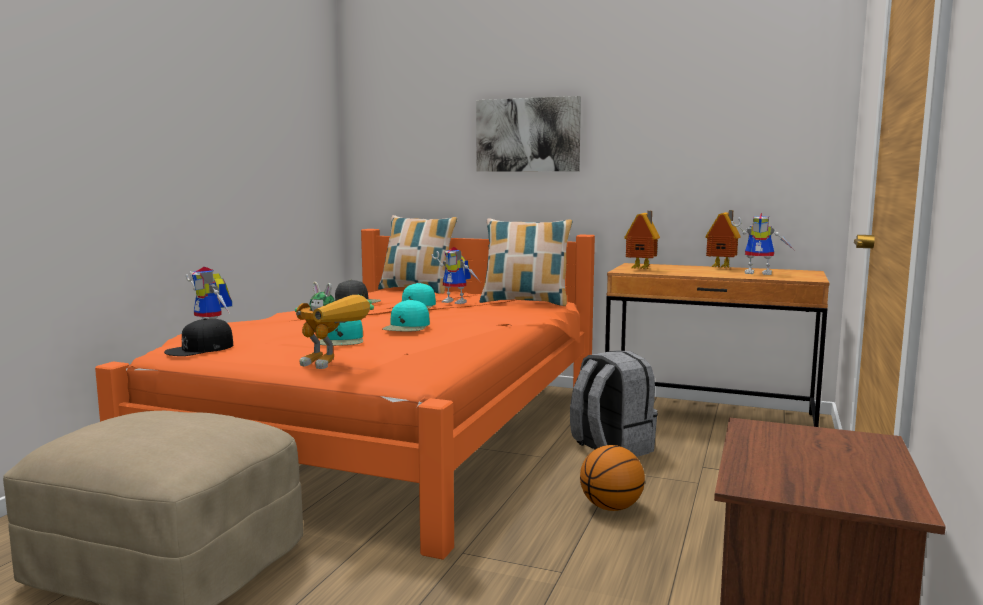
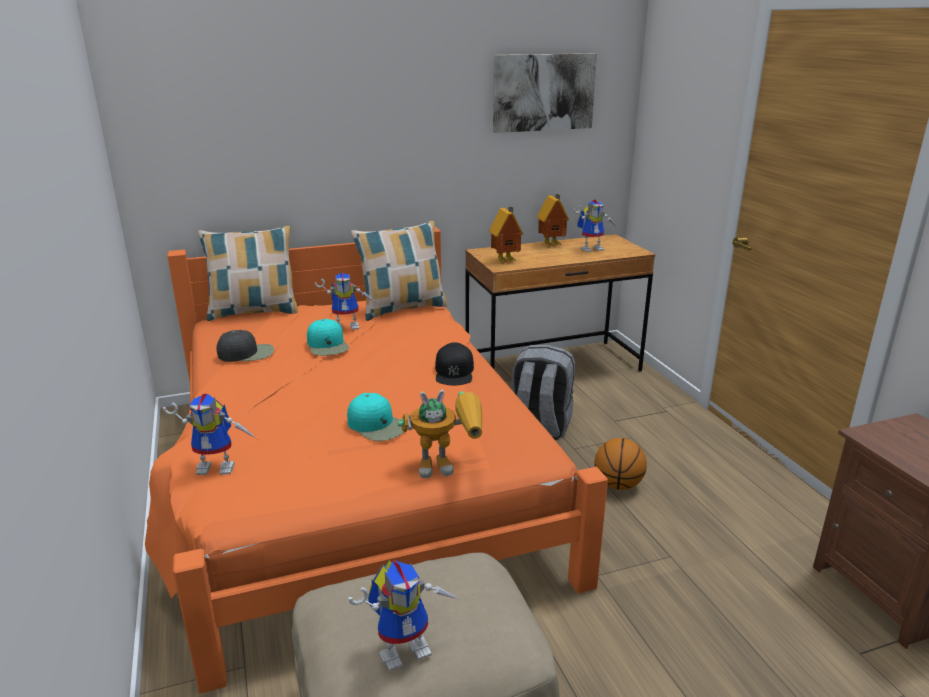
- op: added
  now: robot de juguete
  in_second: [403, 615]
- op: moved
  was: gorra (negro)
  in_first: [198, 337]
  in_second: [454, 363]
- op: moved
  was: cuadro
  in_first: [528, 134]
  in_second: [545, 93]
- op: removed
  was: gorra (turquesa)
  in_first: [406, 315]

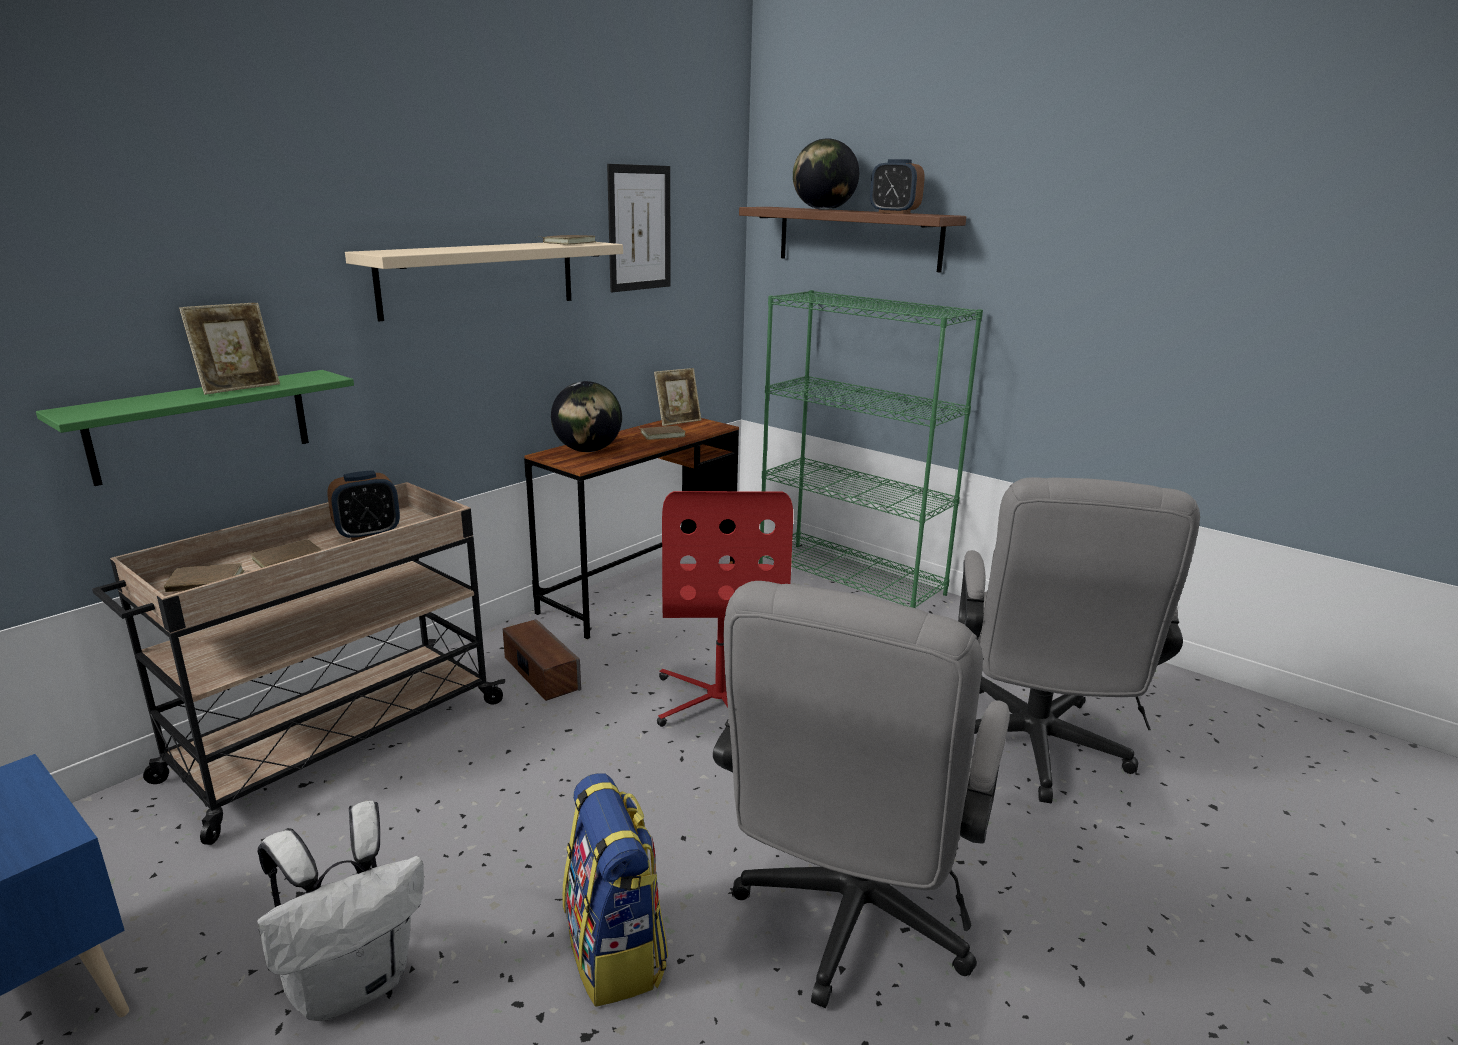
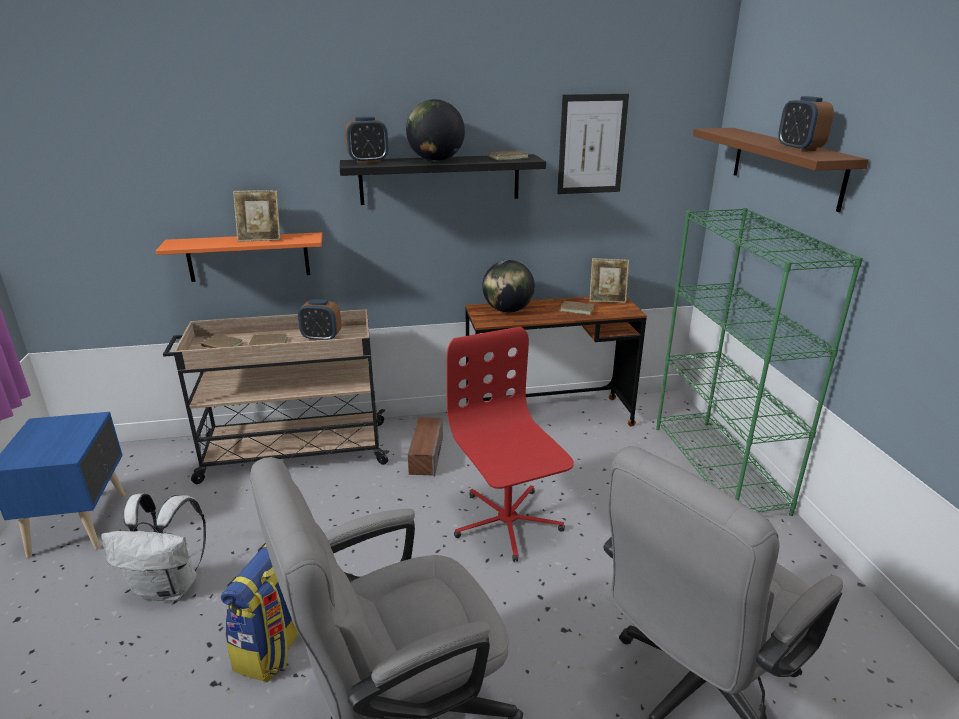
- op: recoloured
  was: estante (verde)
  now: estante (naranja)
  in_first: [195, 428]
  in_second: [239, 257]
- op: recoloured
  was: estante (beis)
  now: estante (negro)
  in_first: [484, 281]
  in_second: [443, 179]
- op: added
  now: despertador
  in_second: [367, 140]
- op: moved
  was: globo terráqueo
  in_first: [826, 174]
  in_second: [435, 130]
- op: turned
  was: silla de oficina (rojo)
  in_first: [725, 609]
  in_second: [510, 444]
  clockwise: 120

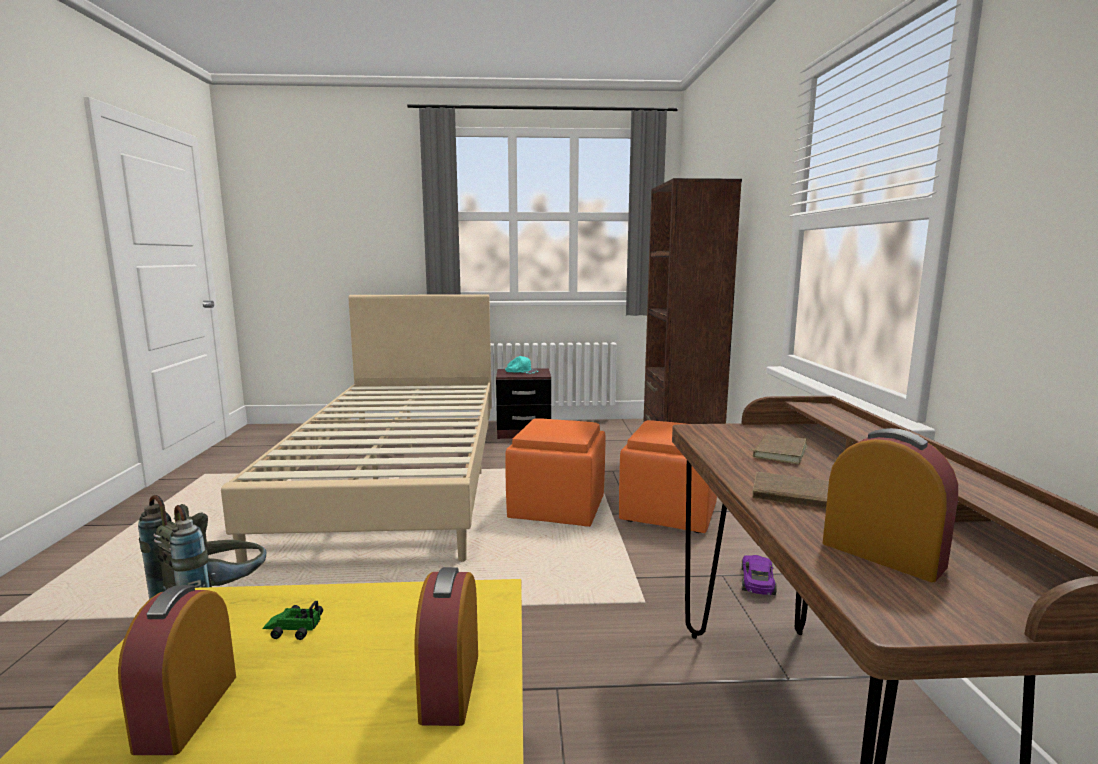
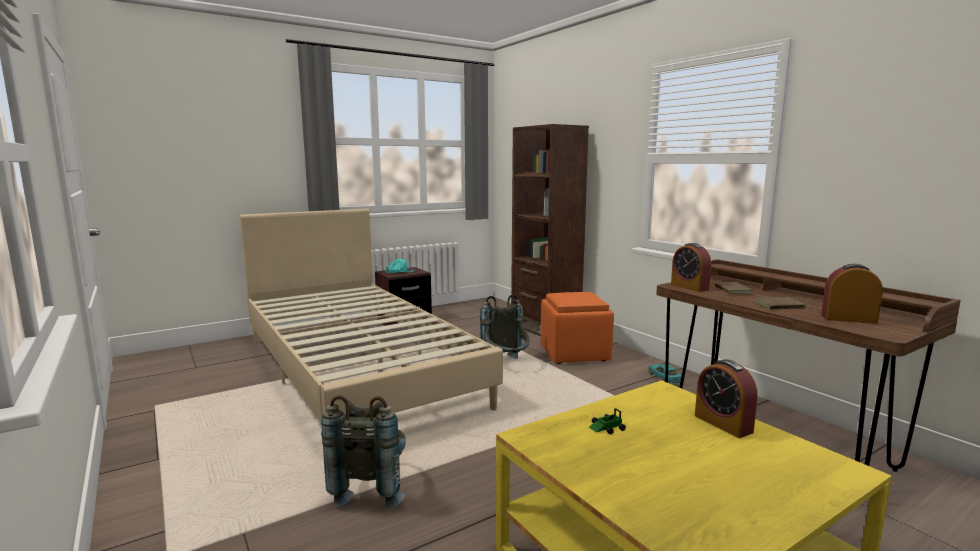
- op: replaced
  was: puf (naranja)
  now: mochila (gris)
  in_first: [555, 472]
  in_second: [504, 326]
- op: recoloured
  was: coche de juguete (morado)
  now: coche de juguete (turquesa)
  in_first: [759, 575]
  in_second: [664, 373]
- op: moved
  was: despertador
  in_first: [177, 670]
  in_second: [691, 267]

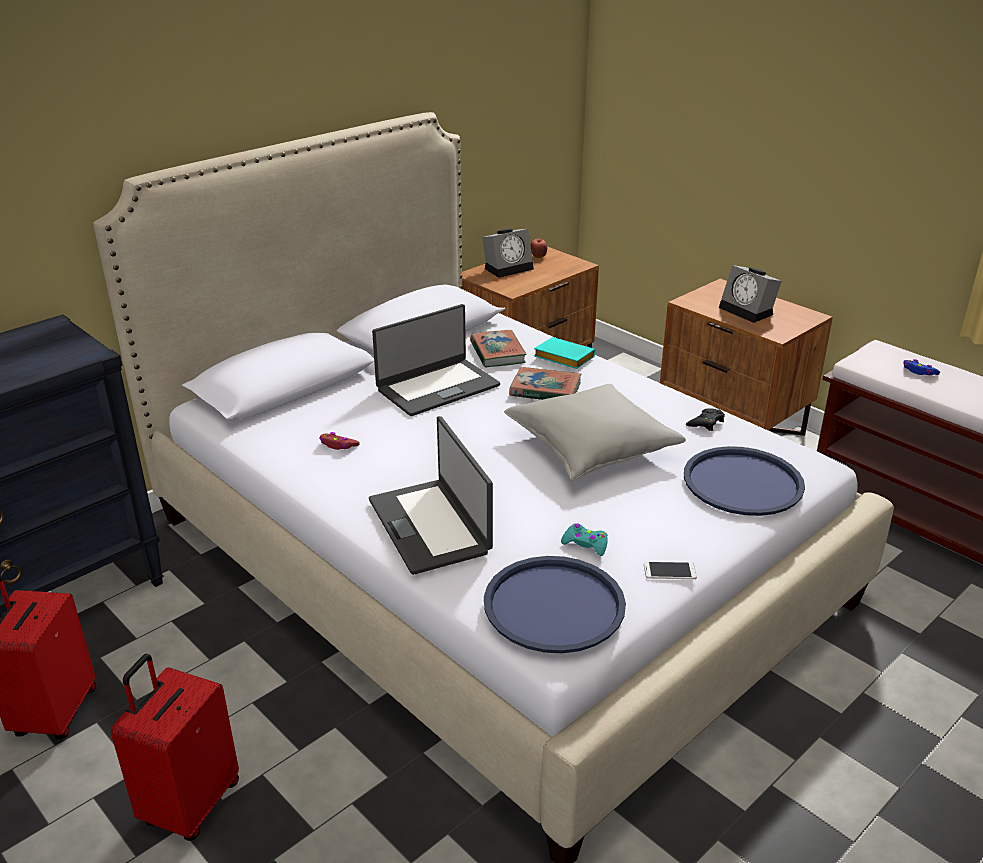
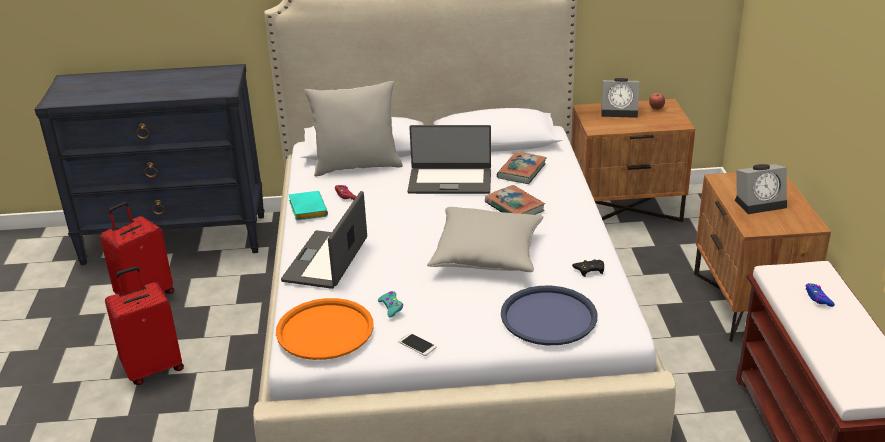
- op: recoloured
  was: bandeja (azul)
  now: bandeja (naranja)
  in_first: [555, 604]
  in_second: [325, 329]
- op: moved
  was: libro (turquesa)
  in_first: [564, 353]
  in_second: [308, 206]
- op: added
  now: cojín (gris)
  in_second: [354, 128]
- op: turned
  was: despertador
  in_first: [750, 294]
  in_second: [761, 189]
  clockwise: -105

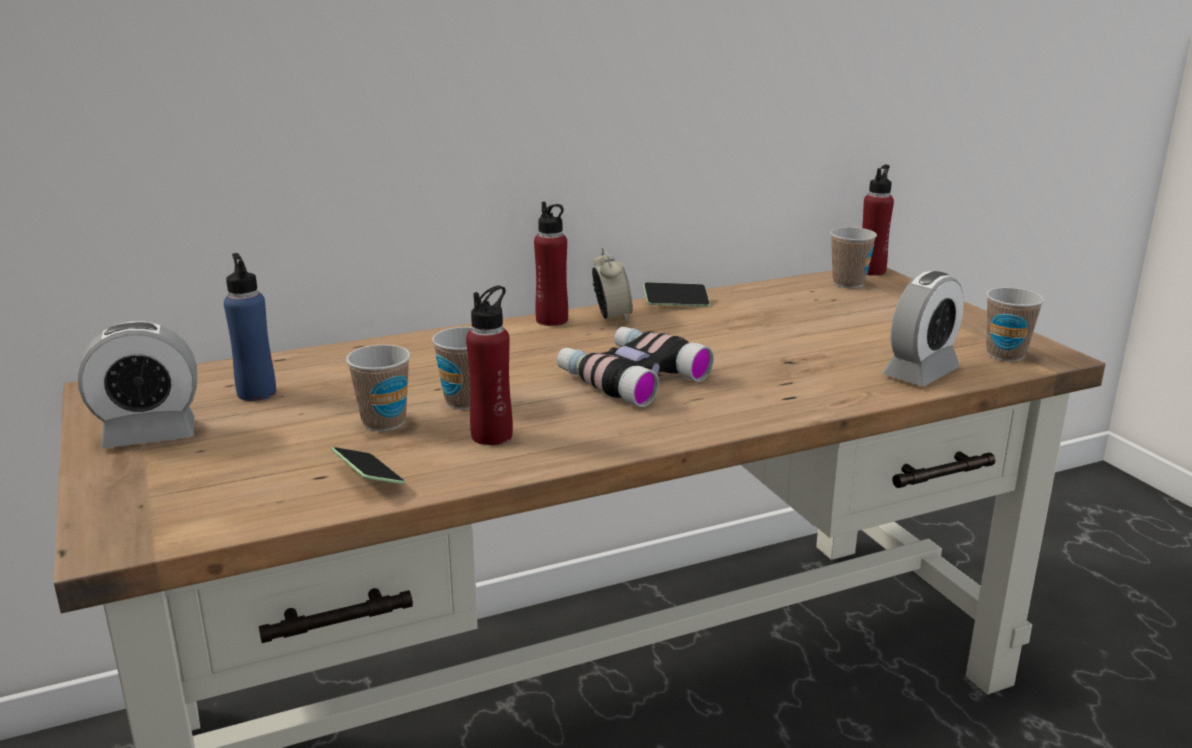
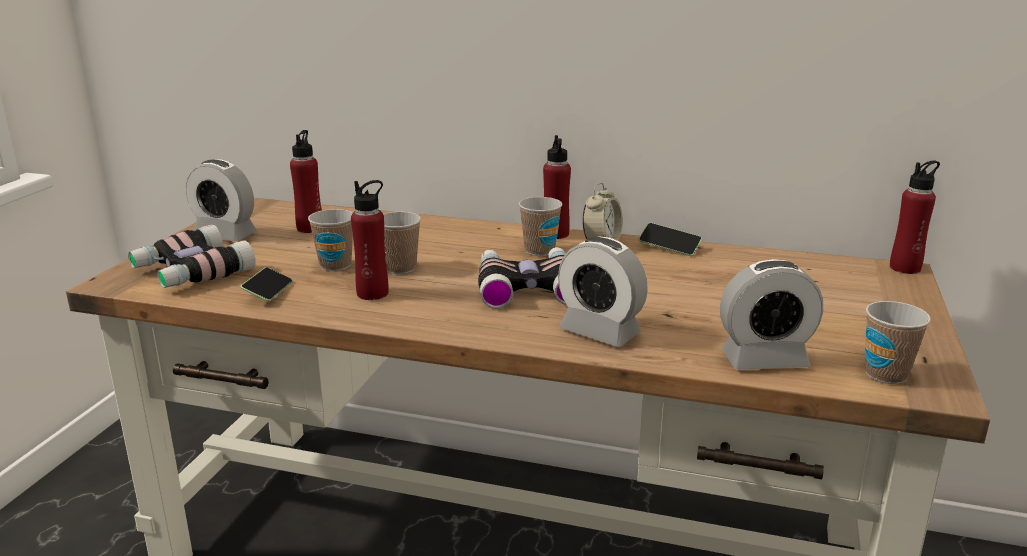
- op: added
  now: prismáticos
  in_second: [192, 256]
- op: recoloured
  was: botella (azul)
  now: botella (rojo)
  in_first: [250, 327]
  in_second: [306, 181]
- op: moved
  was: taza
  in_first: [853, 257]
  in_second: [540, 226]
- op: added
  now: despertador
  in_second: [603, 292]

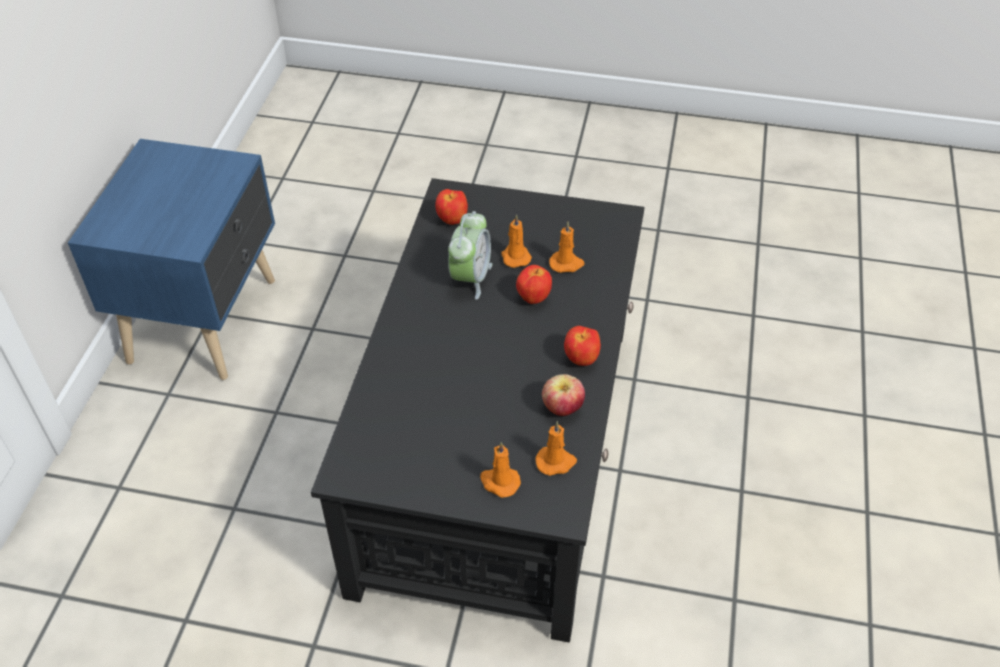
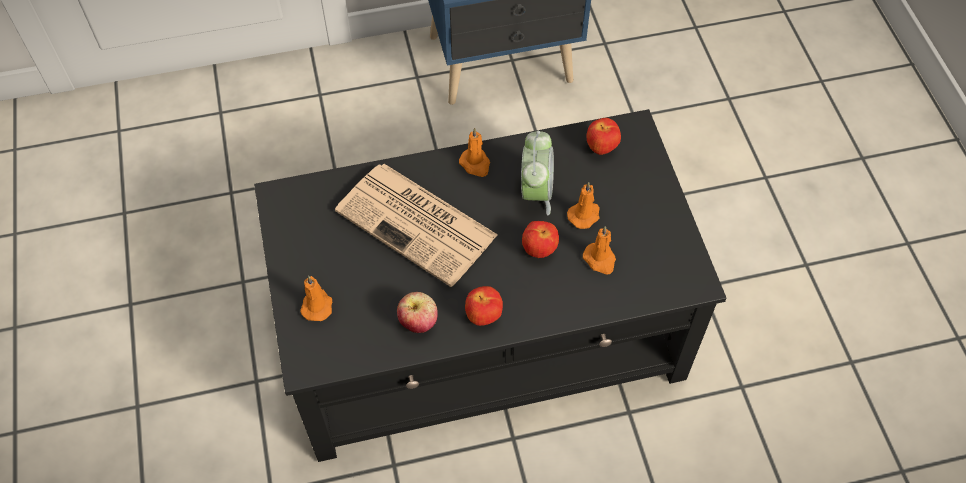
- op: added
  now: periódico
  in_second: [416, 225]
- op: moved
  was: vela (naranja)
  in_first: [556, 448]
  in_second: [474, 152]
- op: turned
  was: despertador
  in_first: [470, 255]
  in_second: [537, 173]
  clockwise: -75

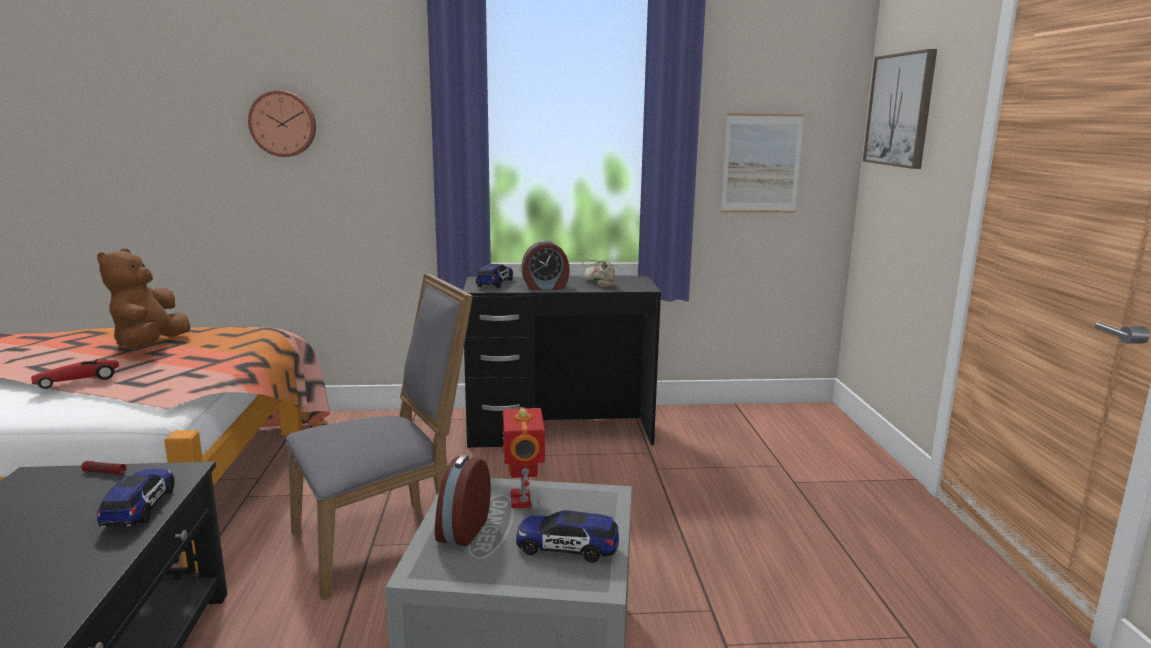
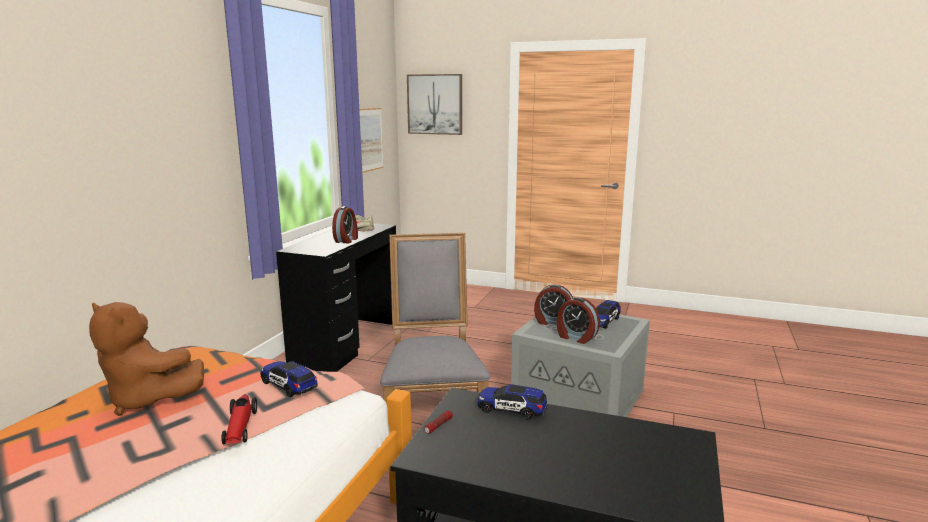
- op: moved
  was: coche de juguete
  in_first: [494, 276]
  in_second: [289, 379]
- op: replaced
  was: robot de juguete
  now: despertador
  in_first: [523, 457]
  in_second: [553, 304]
- op: removed
  was: reloj de pared
  in_first: [282, 124]

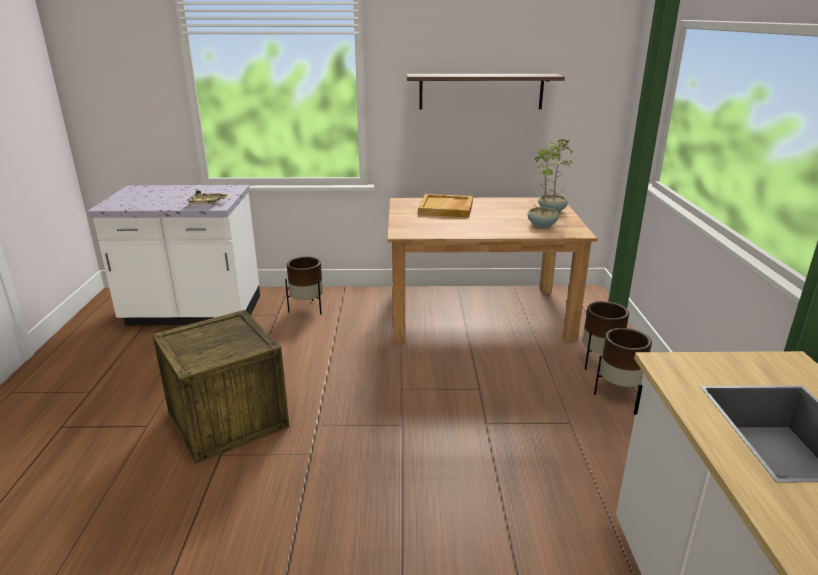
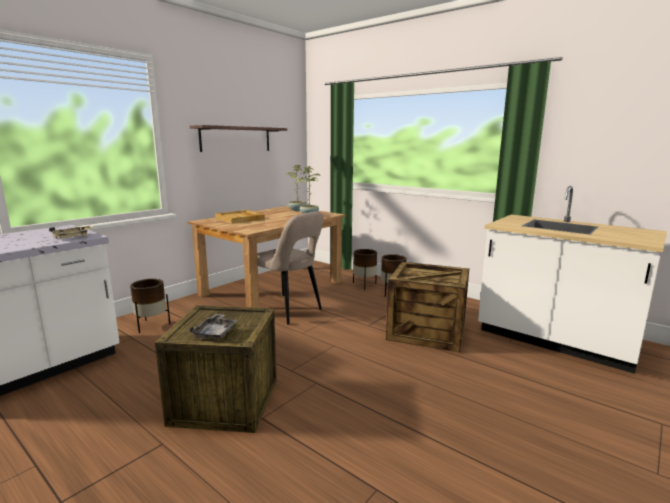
- op: added
  now: bandeja (gris)
  in_second: [214, 327]
- op: added
  now: silla (beis)
  in_second: [290, 268]
- op: added
  now: caja de embalaje
  in_second: [427, 307]

